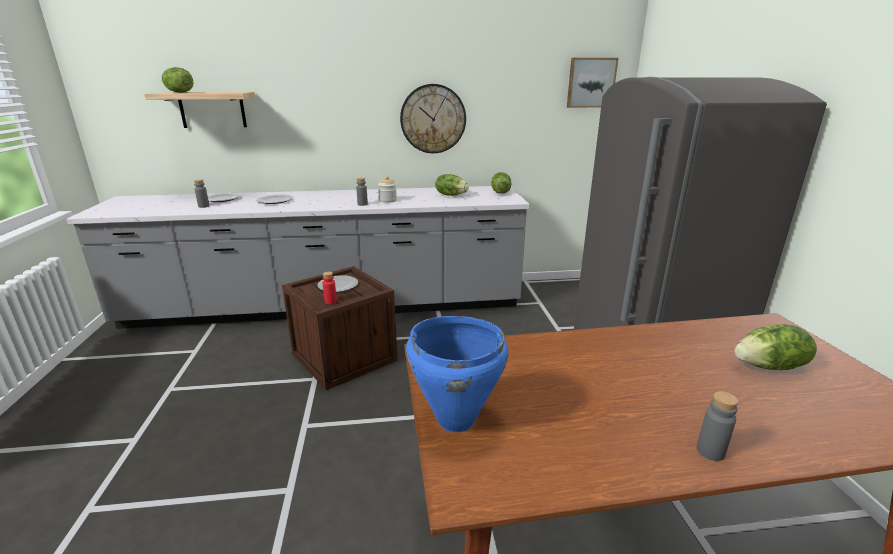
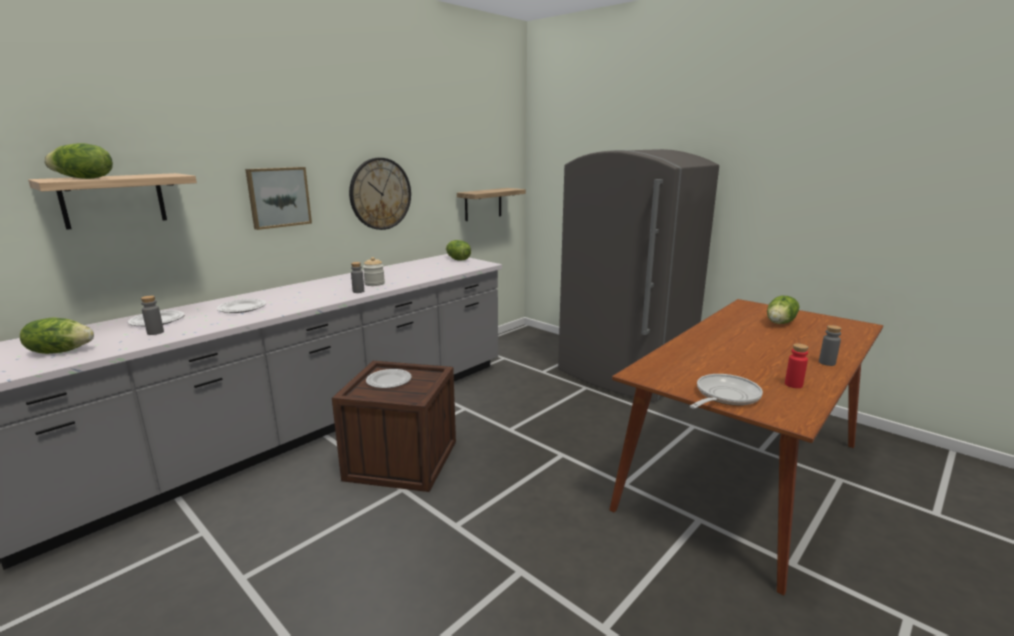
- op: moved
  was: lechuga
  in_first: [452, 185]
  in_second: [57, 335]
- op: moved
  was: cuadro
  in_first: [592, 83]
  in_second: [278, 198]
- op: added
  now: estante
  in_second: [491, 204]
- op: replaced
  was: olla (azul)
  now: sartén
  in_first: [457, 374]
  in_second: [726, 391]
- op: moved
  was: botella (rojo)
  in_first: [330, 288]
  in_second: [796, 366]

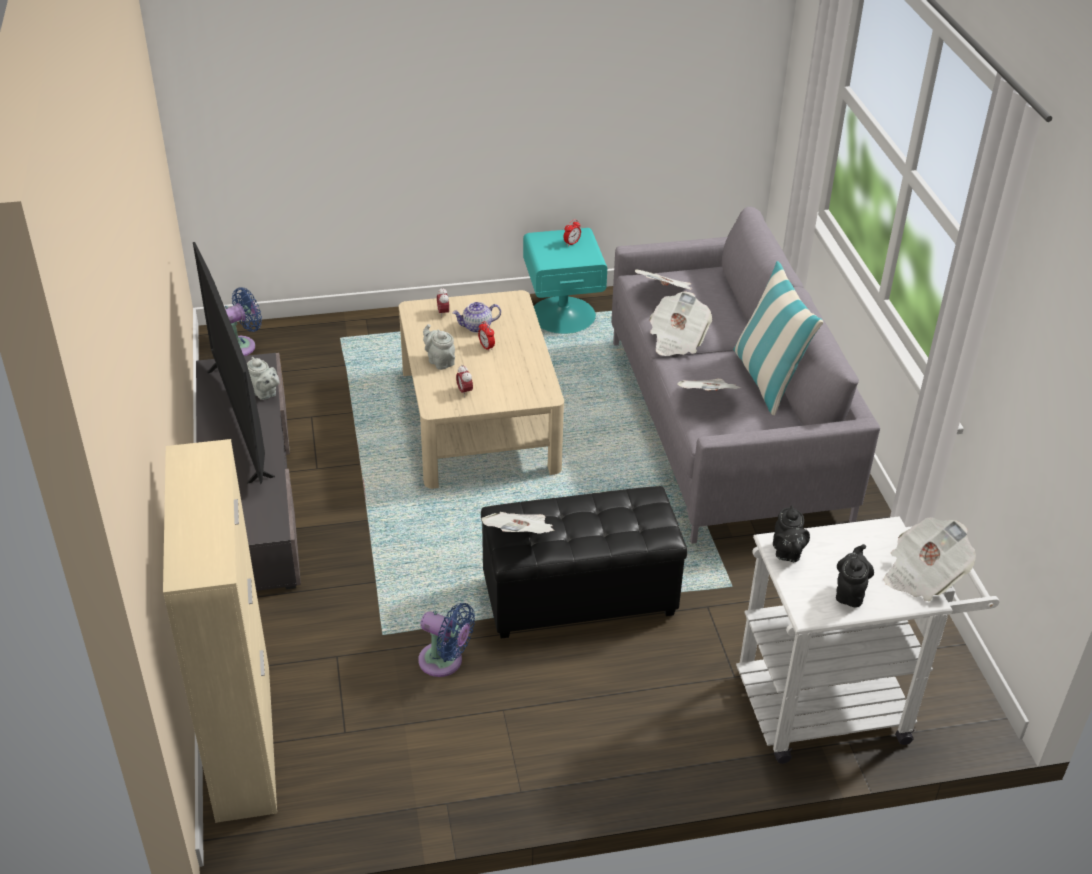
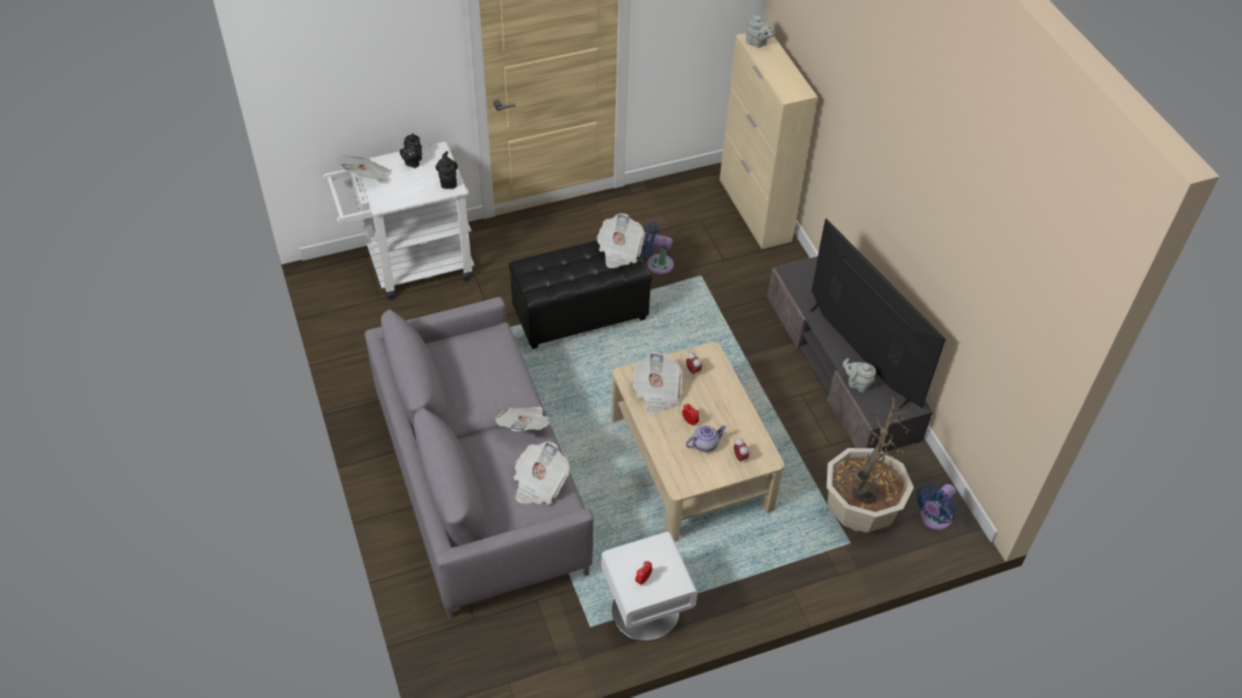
- op: recoloured
  was: mesita de noche (turquesa)
  now: mesita de noche (blanco)
  in_first: [565, 281]
  in_second: [649, 587]
- op: moved
  was: periódico
  in_first: [709, 385]
  in_second: [657, 383]
- op: moved
  was: tetera (gris)
  in_first: [439, 347]
  in_second: [760, 31]
- op: added
  now: planta en maceta
  in_second: [870, 464]
- op: removed
  was: cojín
  in_first: [778, 338]

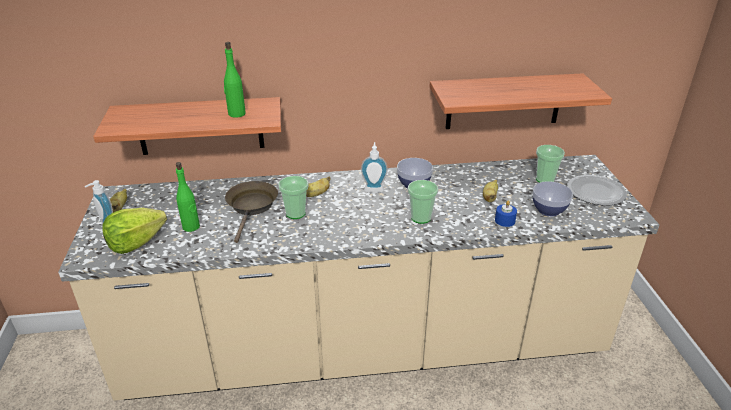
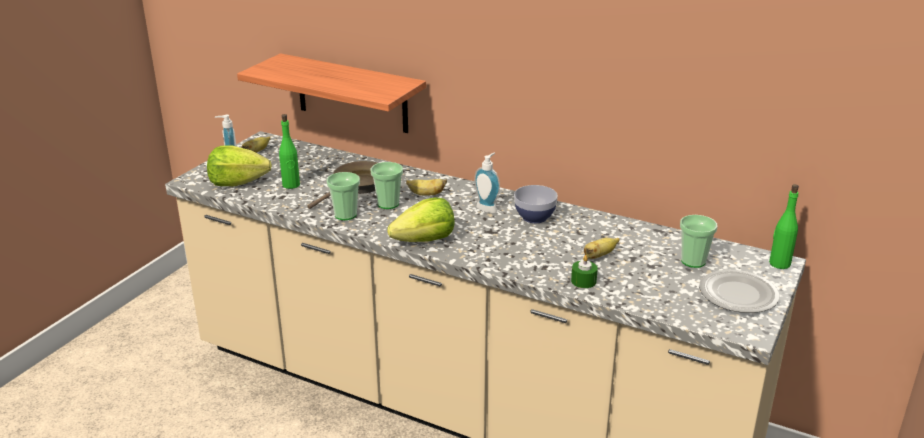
- op: moved
  was: taza
  in_first: [423, 202]
  in_second: [343, 196]
- op: added
  now: lechuga
  in_second: [421, 219]
- op: recoloured
  was: vela (azul)
  now: vela (verde)
  in_first: [506, 214]
  in_second: [584, 271]
- op: moved
  was: botella (verde)
  in_first: [235, 80]
  in_second: [784, 226]
- op: removed
  was: estante
  in_first: [520, 101]
- op: removed
  was: cuenco
  in_first: [553, 198]

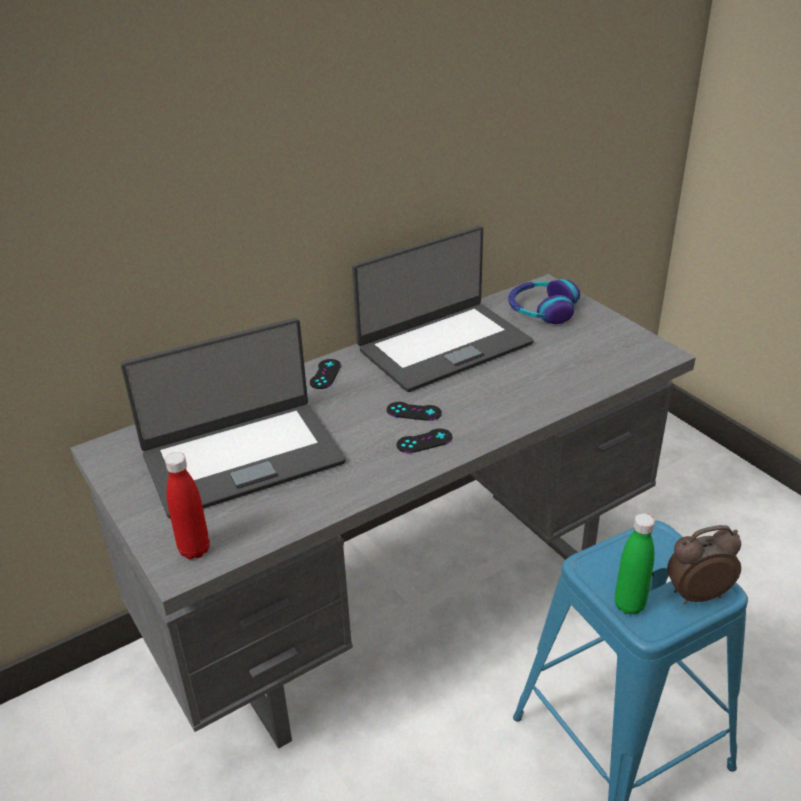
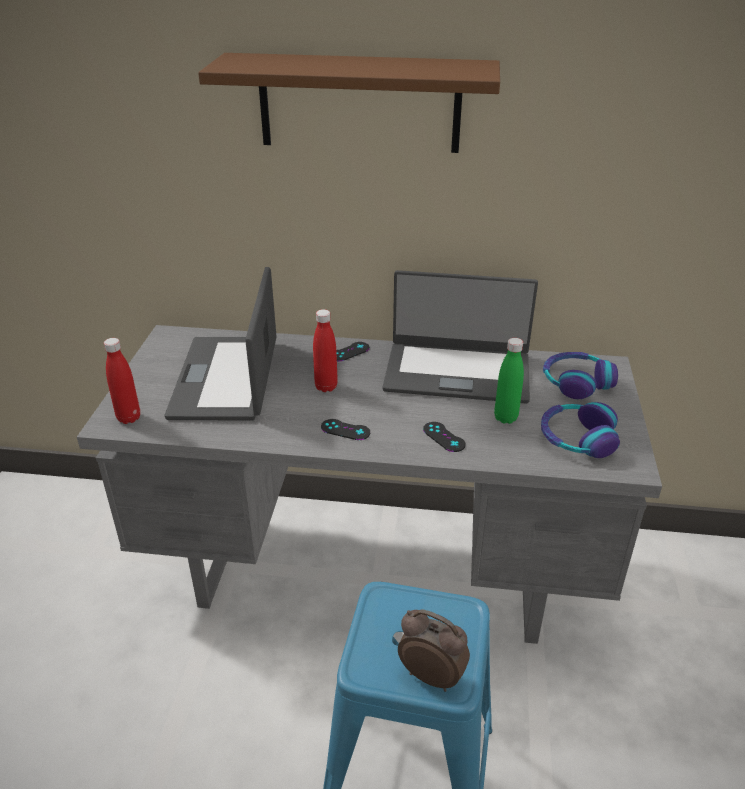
- op: turned
  was: portátil
  in_first: [232, 418]
  in_second: [221, 344]
  clockwise: 75
- op: added
  now: estante (marrón)
  in_second: [349, 103]
- op: added
  now: botella (rojo)
  in_second: [325, 350]
- op: moved
  was: mando de consola (negro)
  in_first: [414, 411]
  in_second: [444, 437]
- op: moved
  was: botella (verde)
  in_first: [635, 564]
  in_second: [509, 381]
- op: added
  now: auriculares
  in_second: [580, 430]

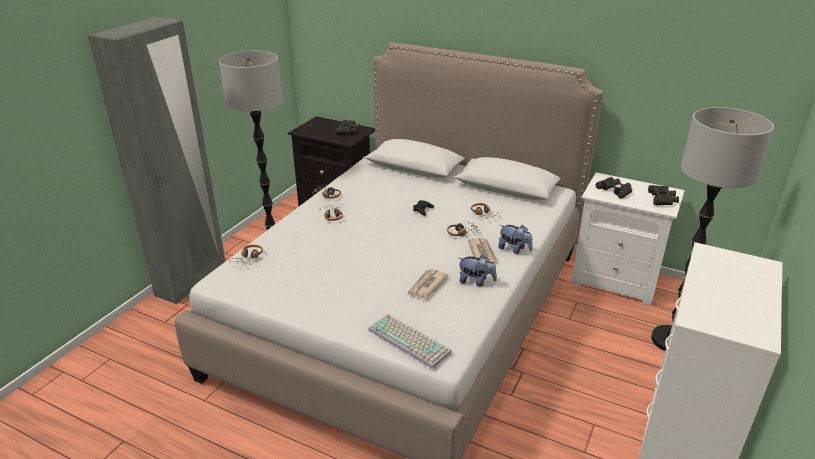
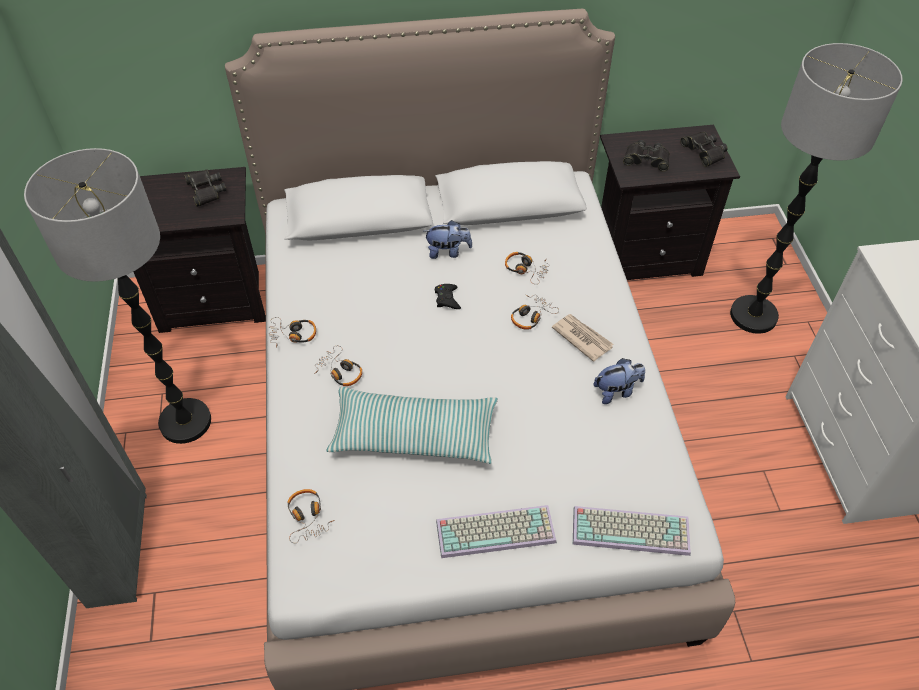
- op: added
  now: cojín
  in_second: [412, 425]
- op: moved
  was: peluche
  in_first: [515, 239]
  in_second: [448, 239]
- op: added
  now: teclado
  in_second: [496, 531]
- op: recoloured
  was: mesita de noche (blanco)
  now: mesita de noche (negro)
  in_first: [628, 238]
  in_second: [670, 202]
- op: removed
  was: periódico
  in_first: [427, 284]

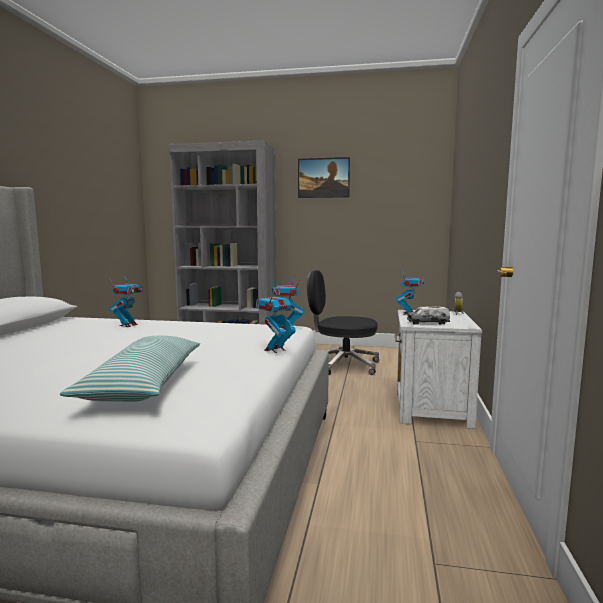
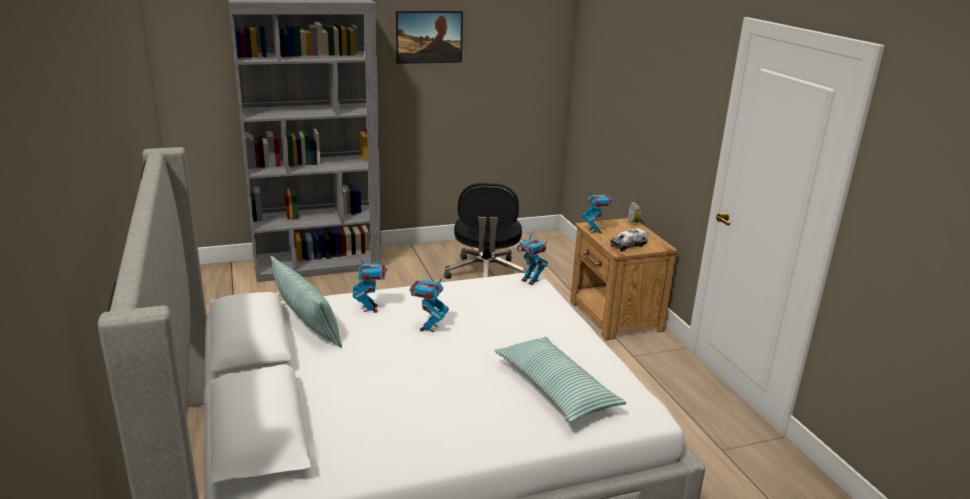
- op: added
  now: cojín
  in_second: [306, 302]
- op: moved
  was: robot de juguete
  in_first: [275, 320]
  in_second: [429, 303]
- op: turned
  was: silla de oficina (negro)
  in_first: [343, 322]
  in_second: [485, 231]
  clockwise: -75
- op: recoloured
  was: mesita de noche (blanco)
  now: mesita de noche (marrón)
  in_first: [438, 369]
  in_second: [624, 279]

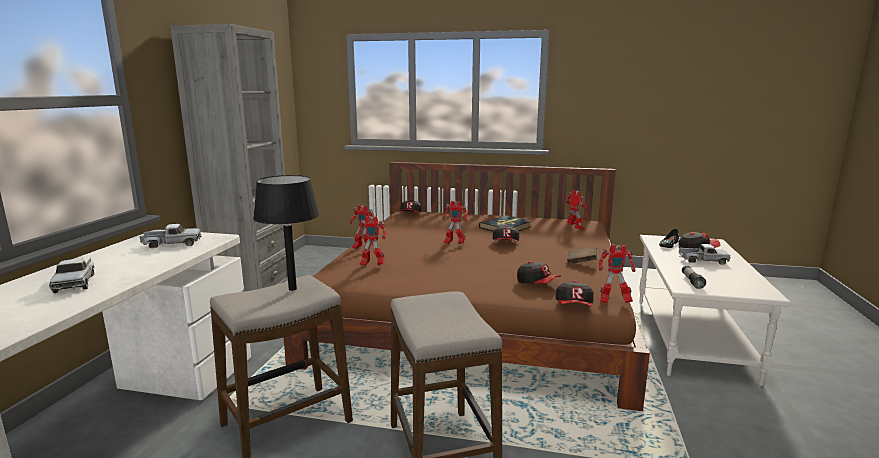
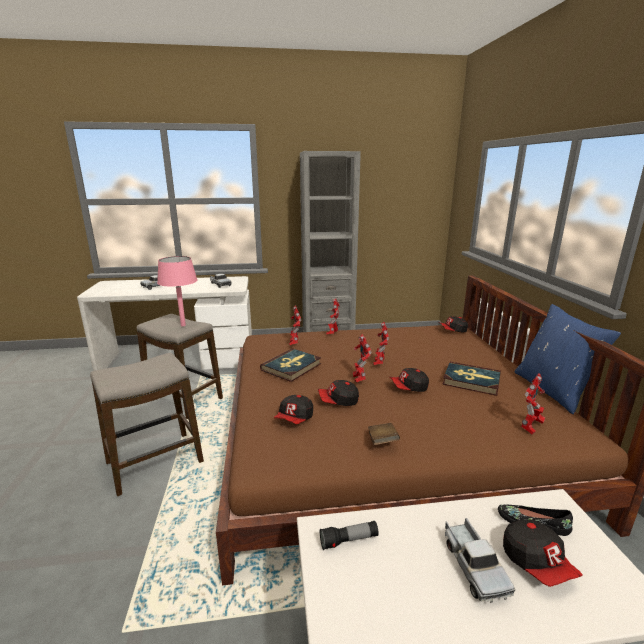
- op: recoloured
  was: lámpara de mesa (negro)
  now: lámpara de mesa (rosa)
  in_first: [286, 233]
  in_second: [177, 291]
- op: added
  now: libro
  in_second: [290, 365]
- op: moved
  was: gorra
  in_first: [575, 293]
  in_second: [338, 393]
- op: moved
  was: robot de juguete
  in_first: [617, 274]
  in_second: [362, 358]
- op: added
  now: cojín (azul)
  in_second: [568, 359]

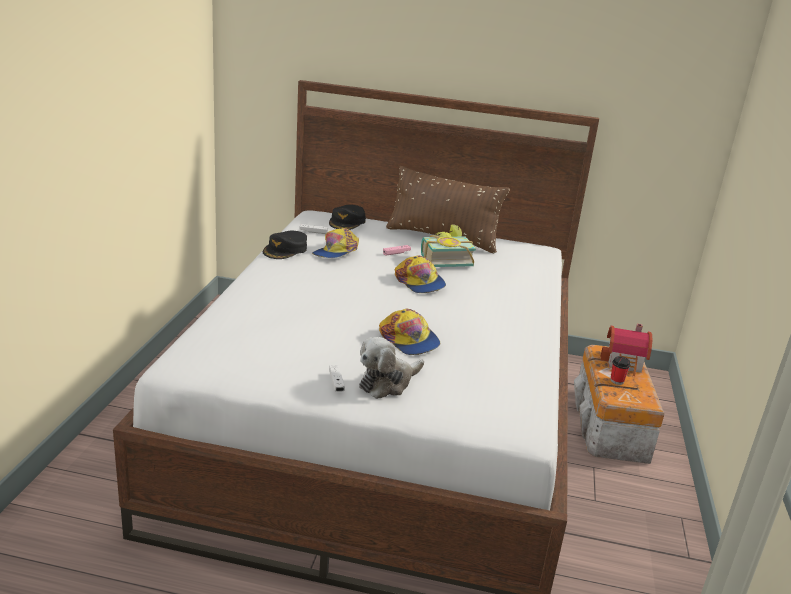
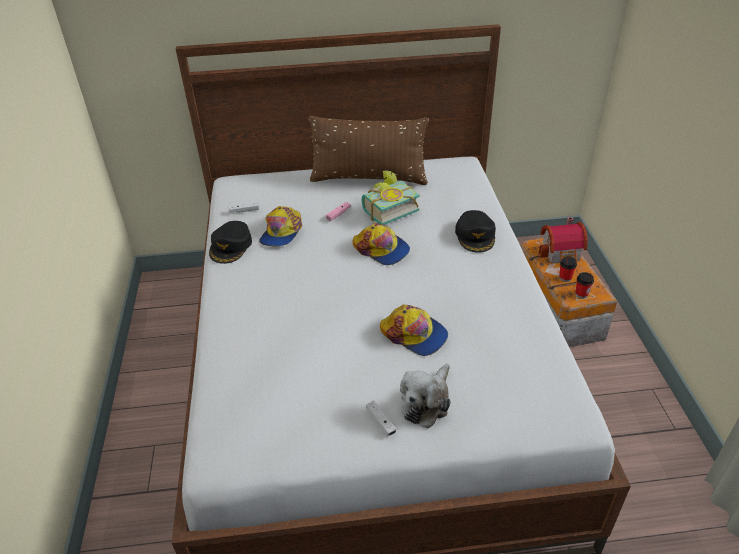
- op: moved
  was: gorra (negro)
  in_first: [347, 217]
  in_second: [475, 231]
- op: added
  now: taza
  in_second: [584, 285]

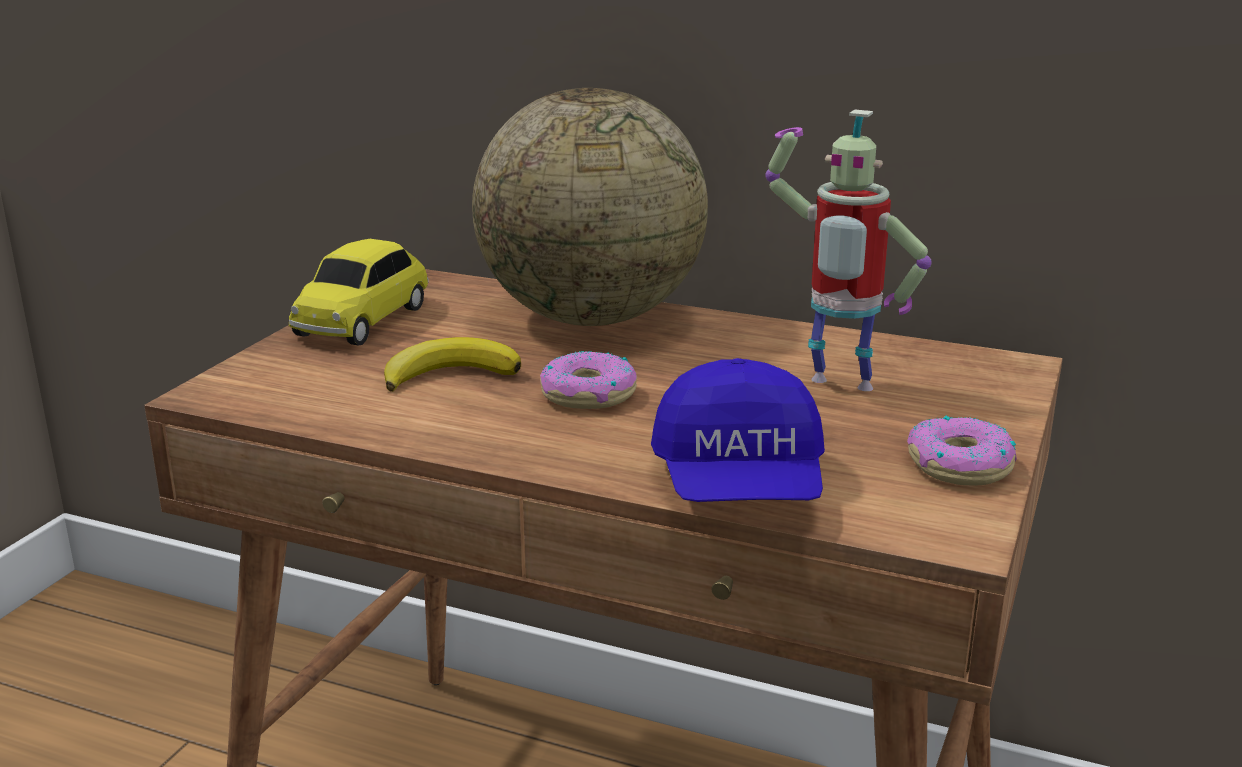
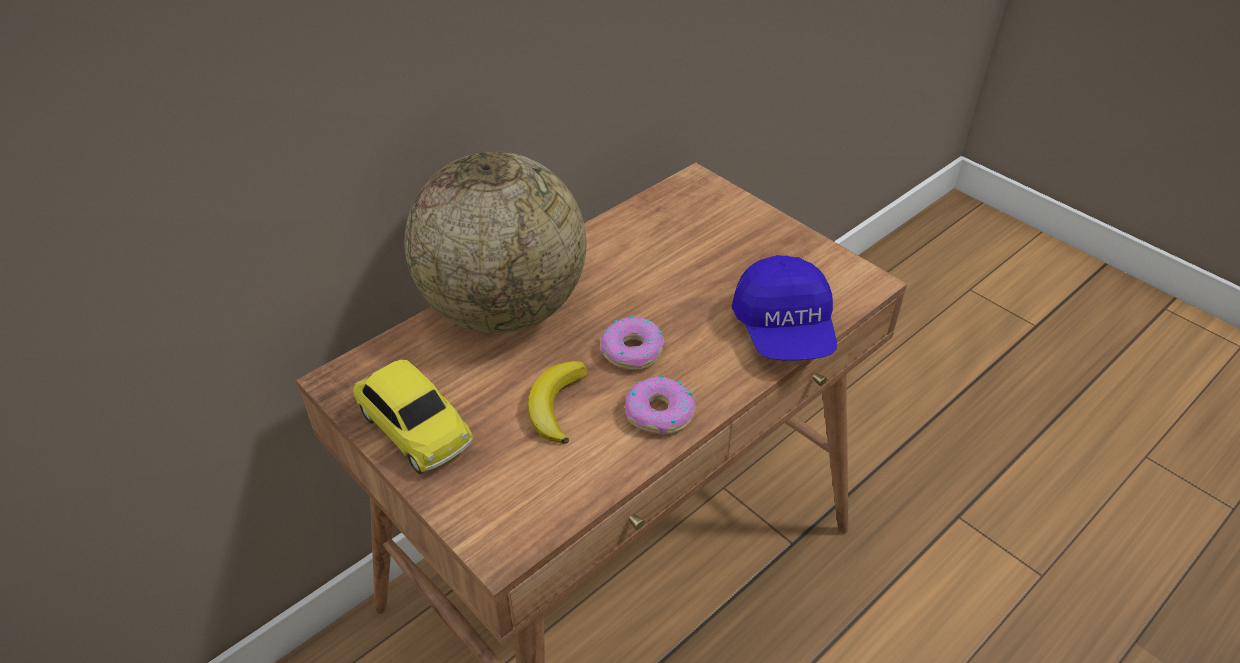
- op: moved
  was: rosquilla
  in_first: [962, 451]
  in_second: [660, 405]
- op: turned
  was: gorra (azul)
  in_first: [738, 430]
  in_second: [784, 308]
  clockwise: 60
- op: removed
  was: robot de juguete
  in_first: [848, 250]

